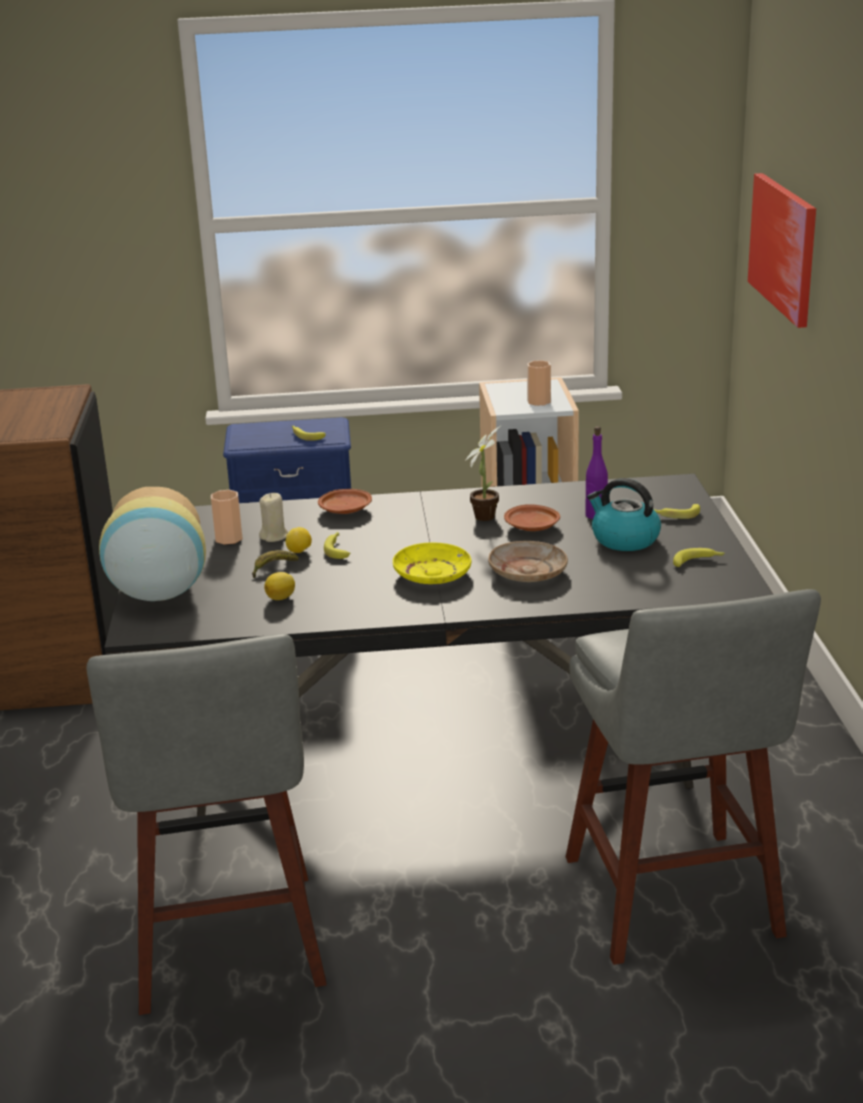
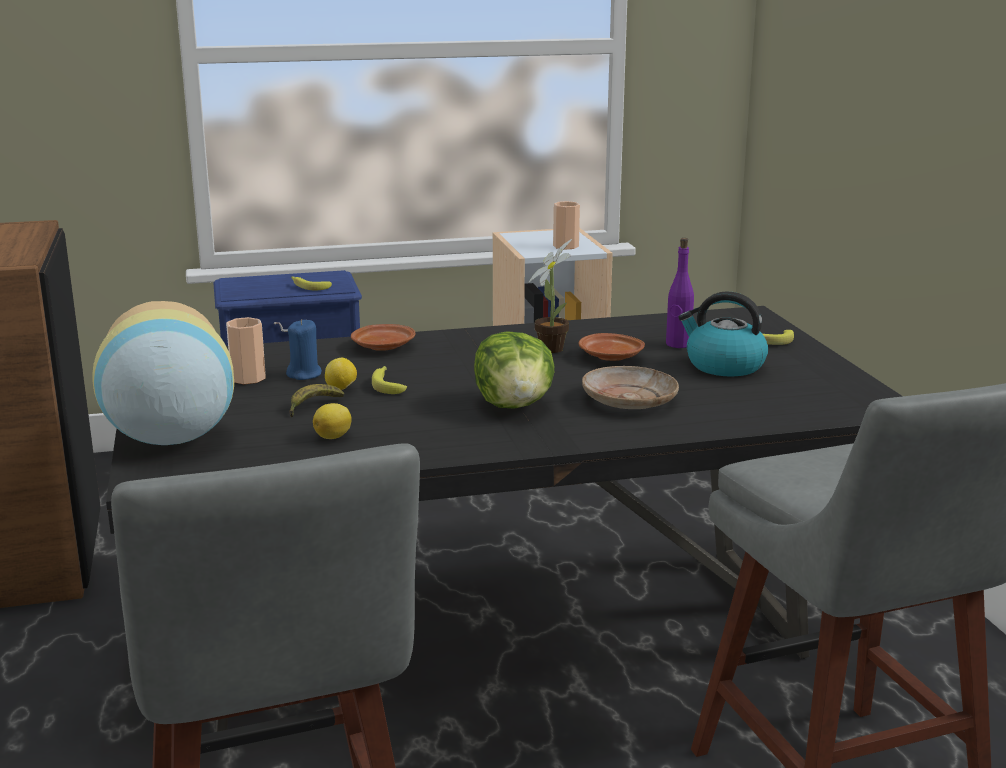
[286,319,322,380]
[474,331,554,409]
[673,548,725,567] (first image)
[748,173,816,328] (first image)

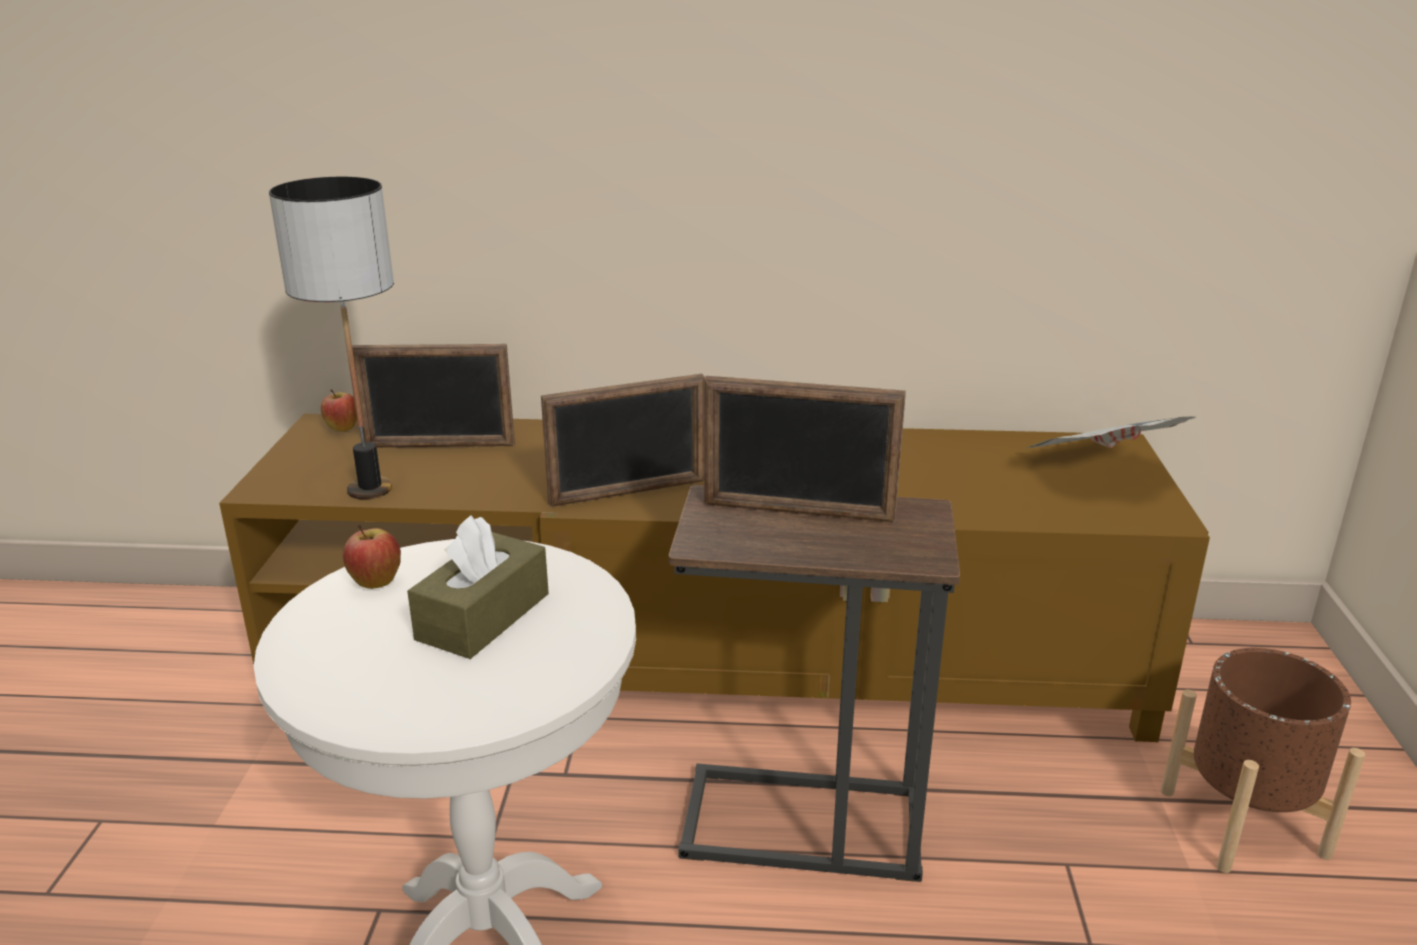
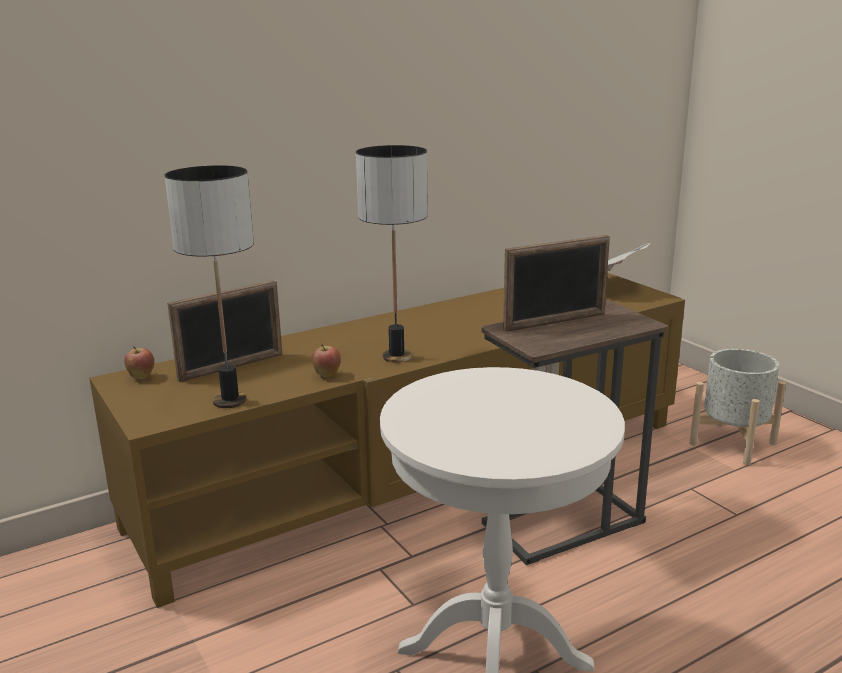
[312,344,341,377]
[407,515,549,659] (first image)
[356,145,428,363]
[689,349,786,466]

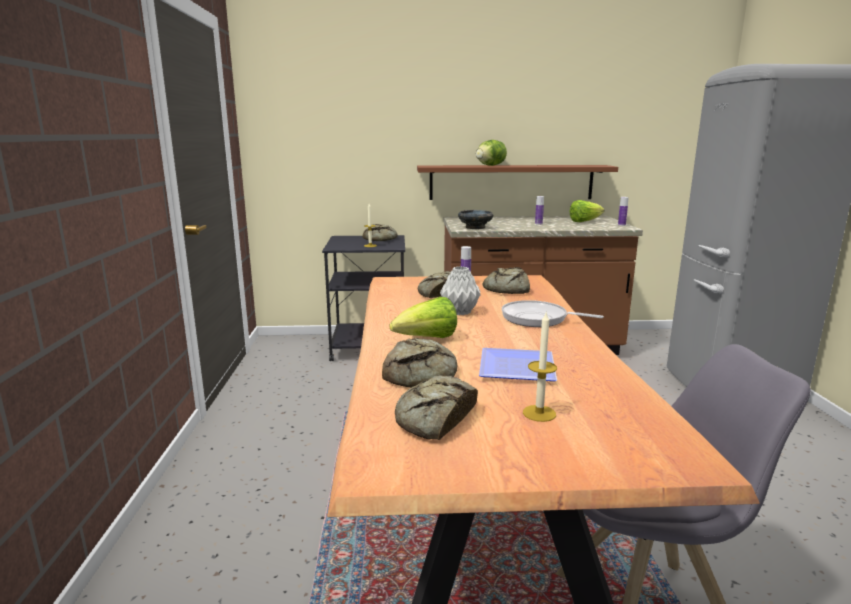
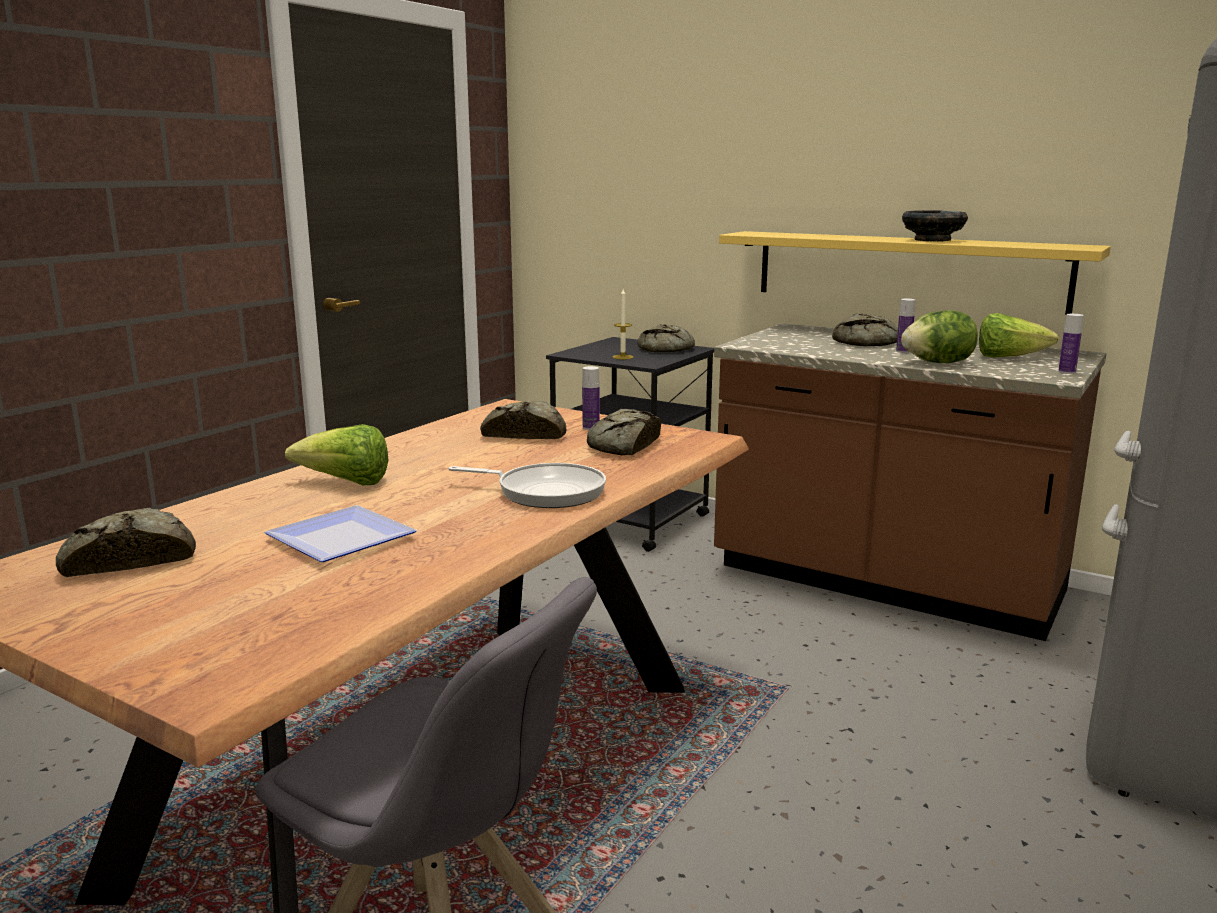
[832,313,898,347]
[719,231,1111,315]
[440,266,481,315] (first image)
[902,210,968,242]
[901,310,978,363]
[448,463,606,508]
[523,313,557,422] (first image)

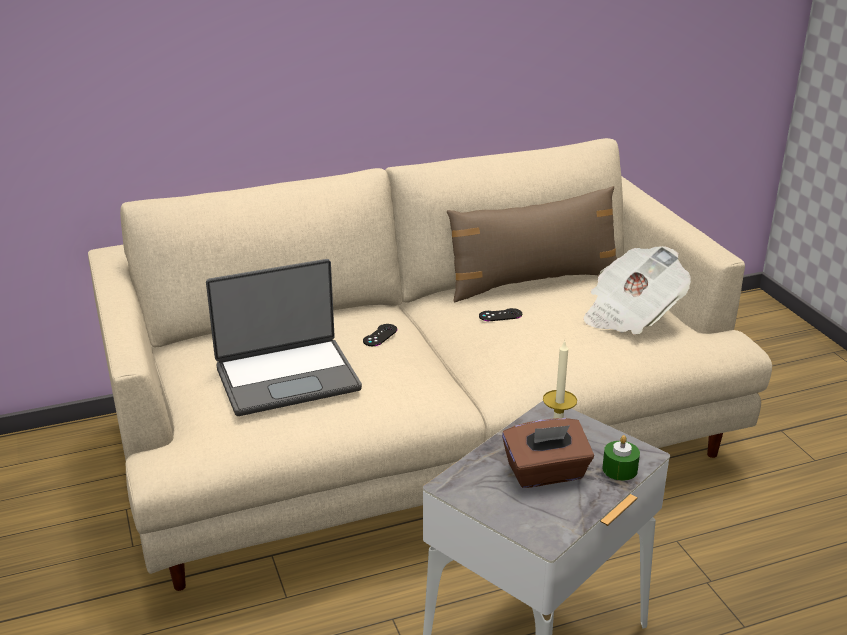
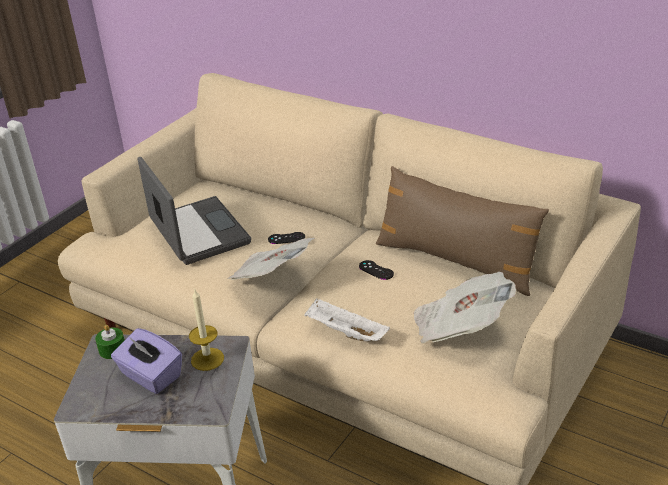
[138,157,251,265]
[111,328,182,394]
[95,325,125,359]
[227,238,314,280]
[304,298,390,341]

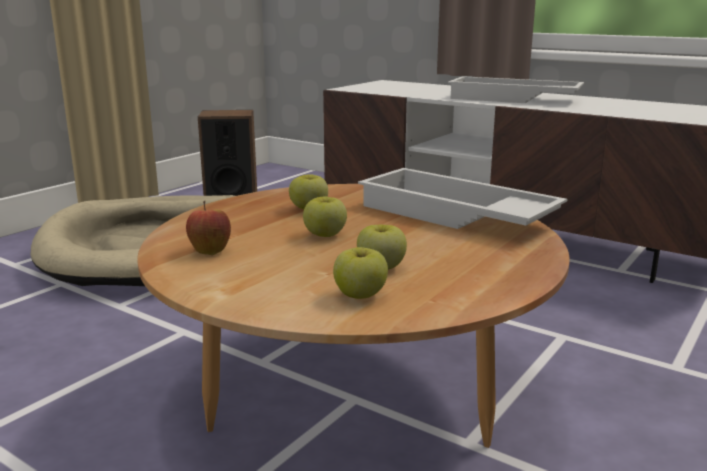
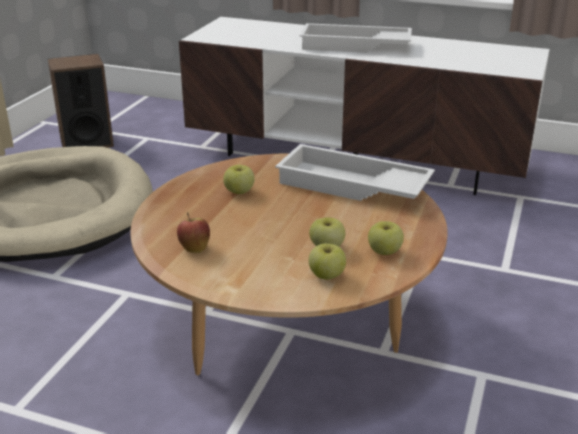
[368,221,404,255]

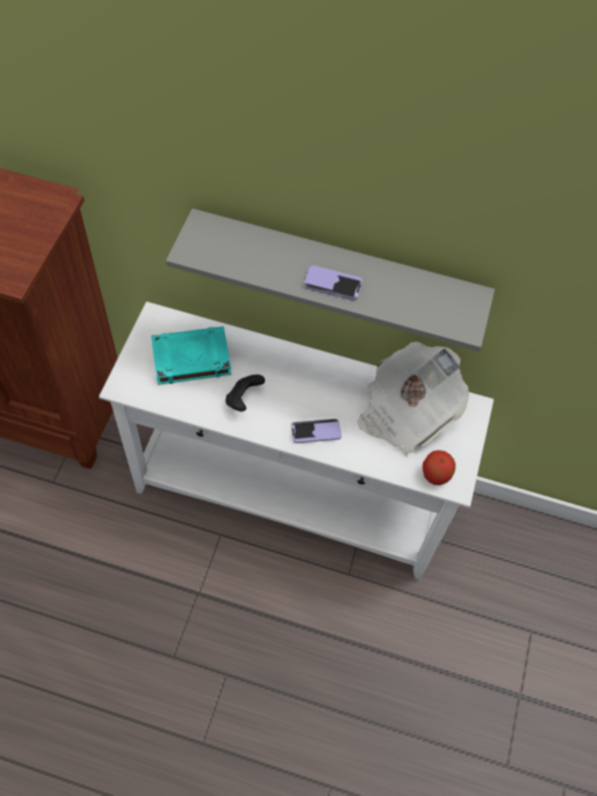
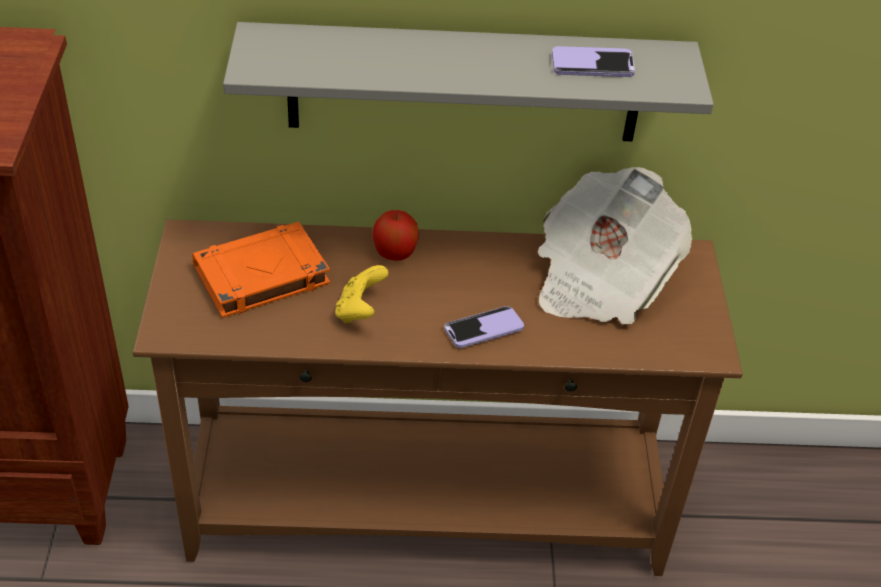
[133,219,743,576]
[192,222,330,318]
[335,265,389,323]
[552,46,635,77]
[372,210,419,261]

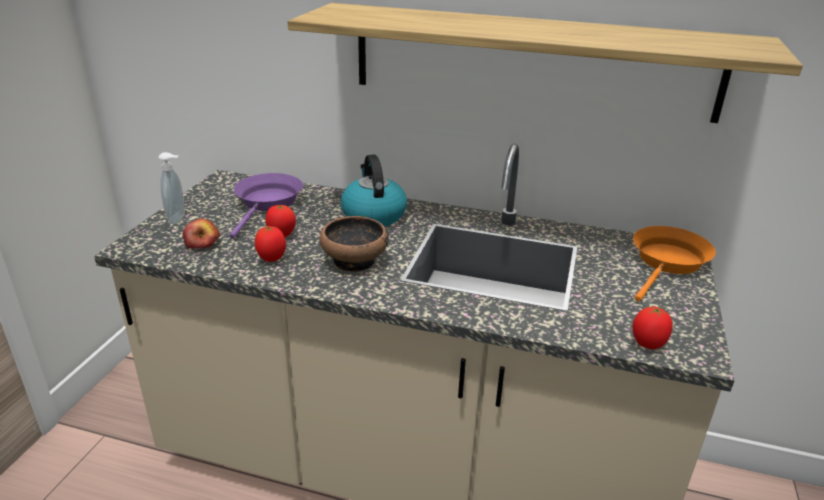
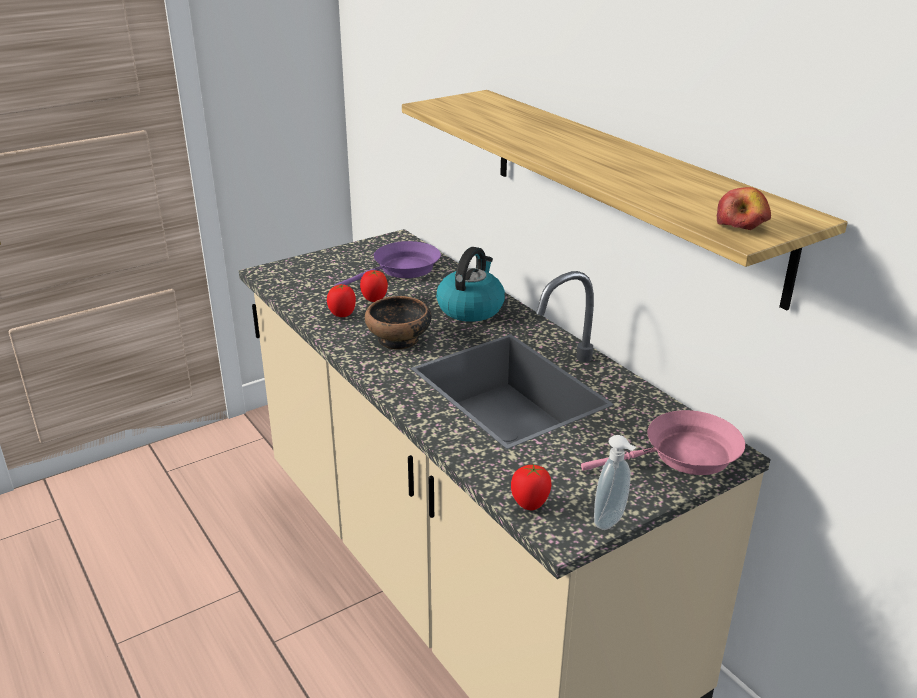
[594,435,636,530]
[717,187,771,230]
[581,410,745,475]

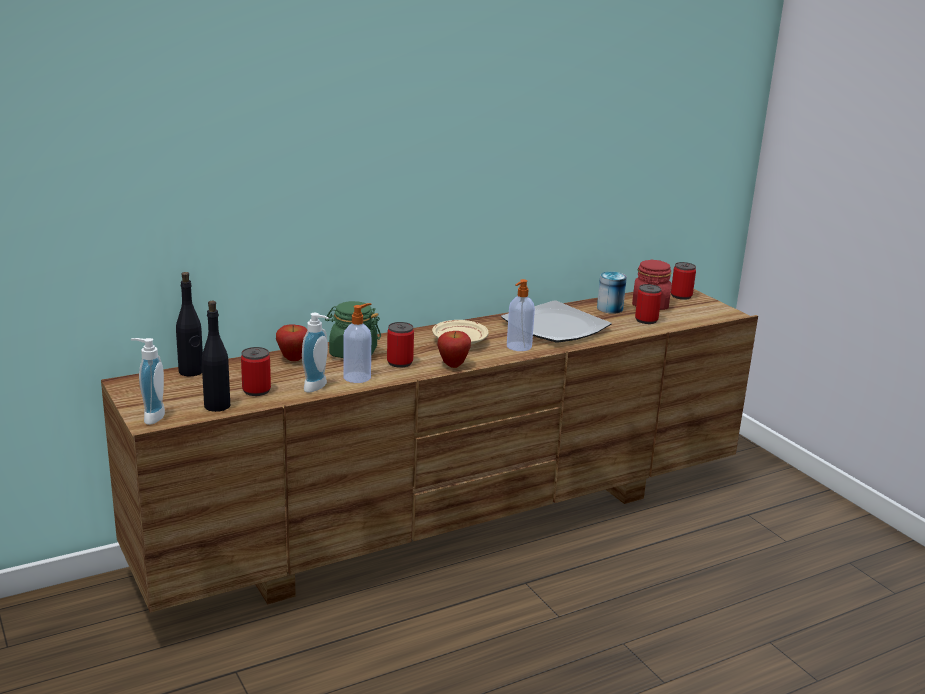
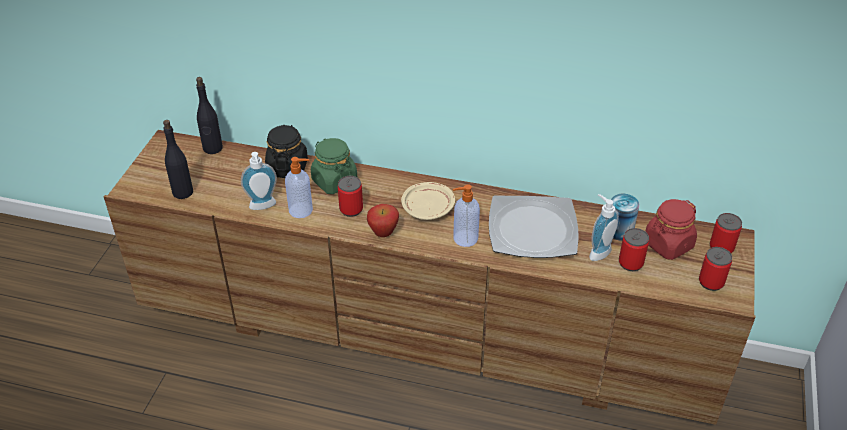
[589,194,619,261]
[699,247,732,291]
[265,125,308,178]

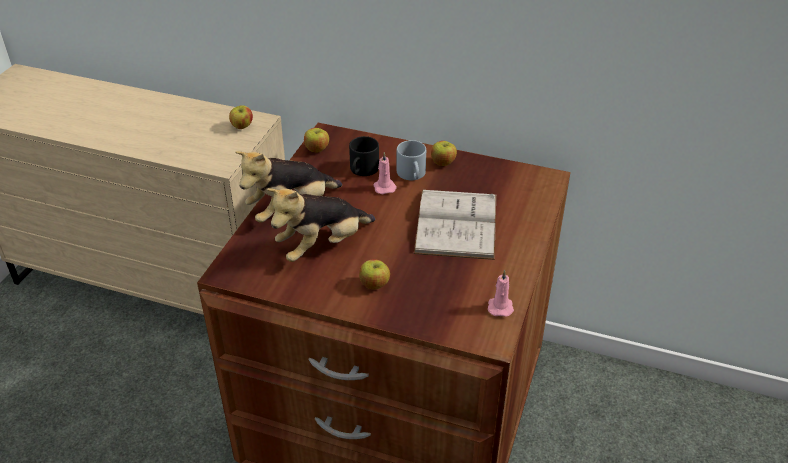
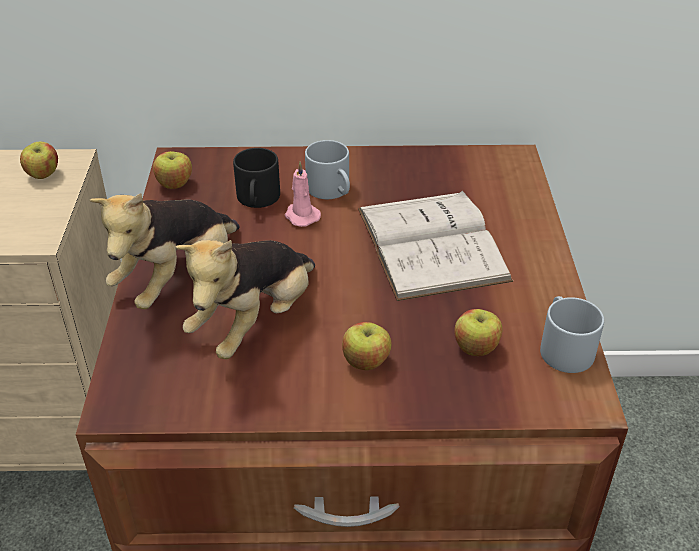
[454,309,503,356]
[540,296,604,373]

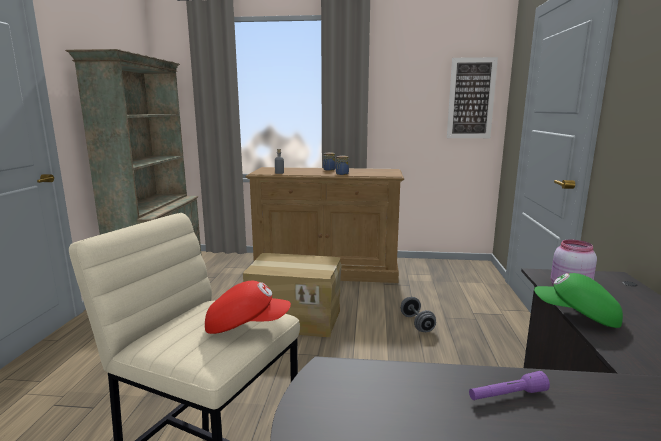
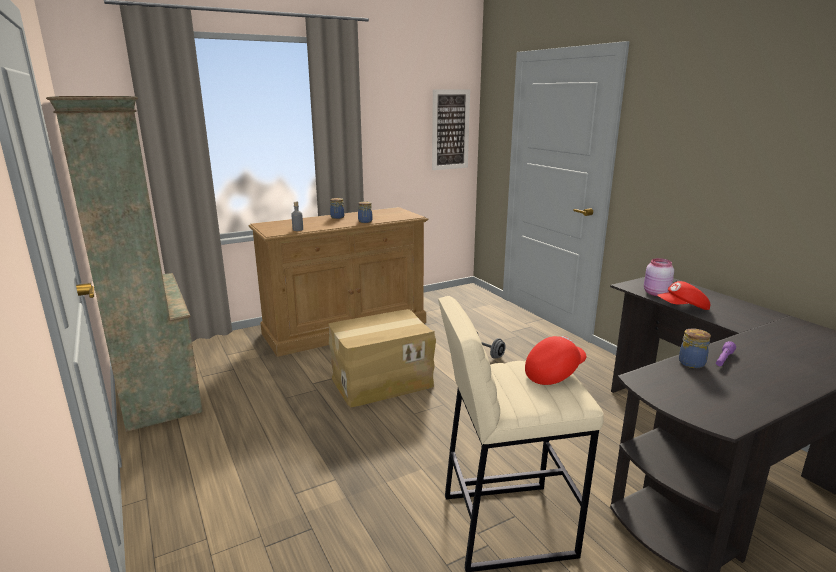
[658,281,710,310]
[679,328,711,368]

